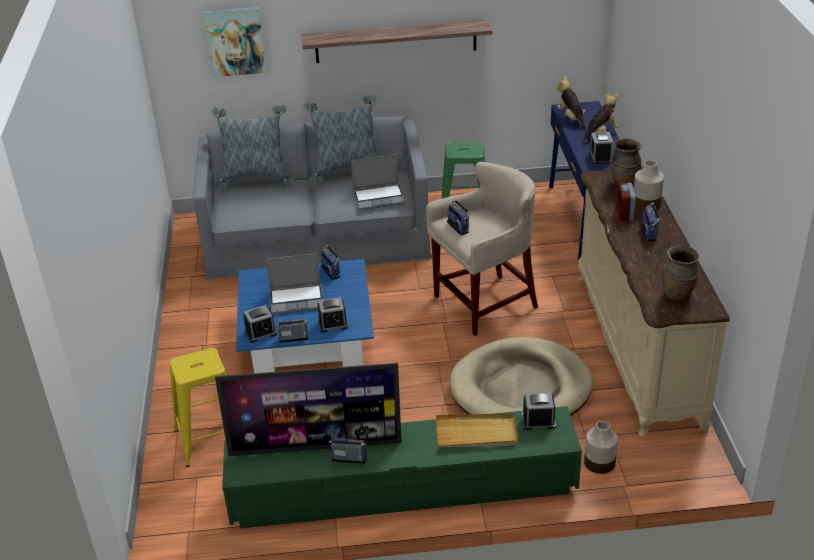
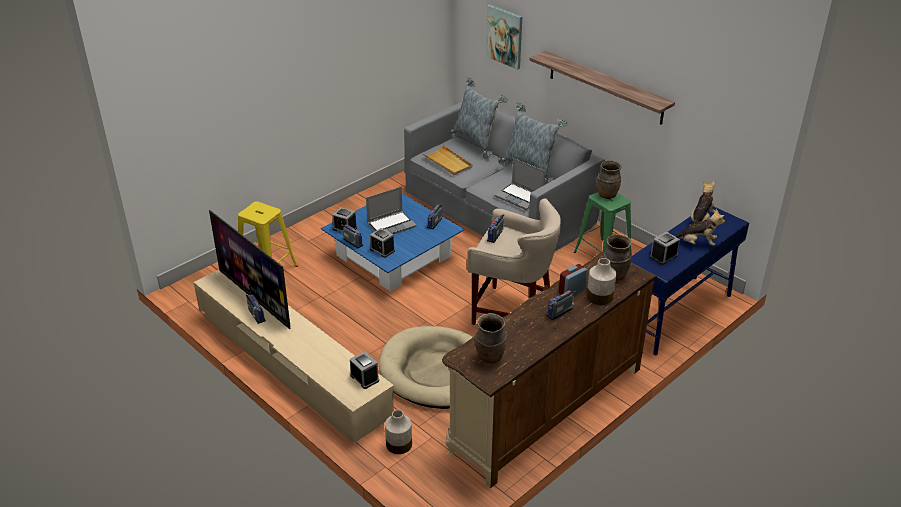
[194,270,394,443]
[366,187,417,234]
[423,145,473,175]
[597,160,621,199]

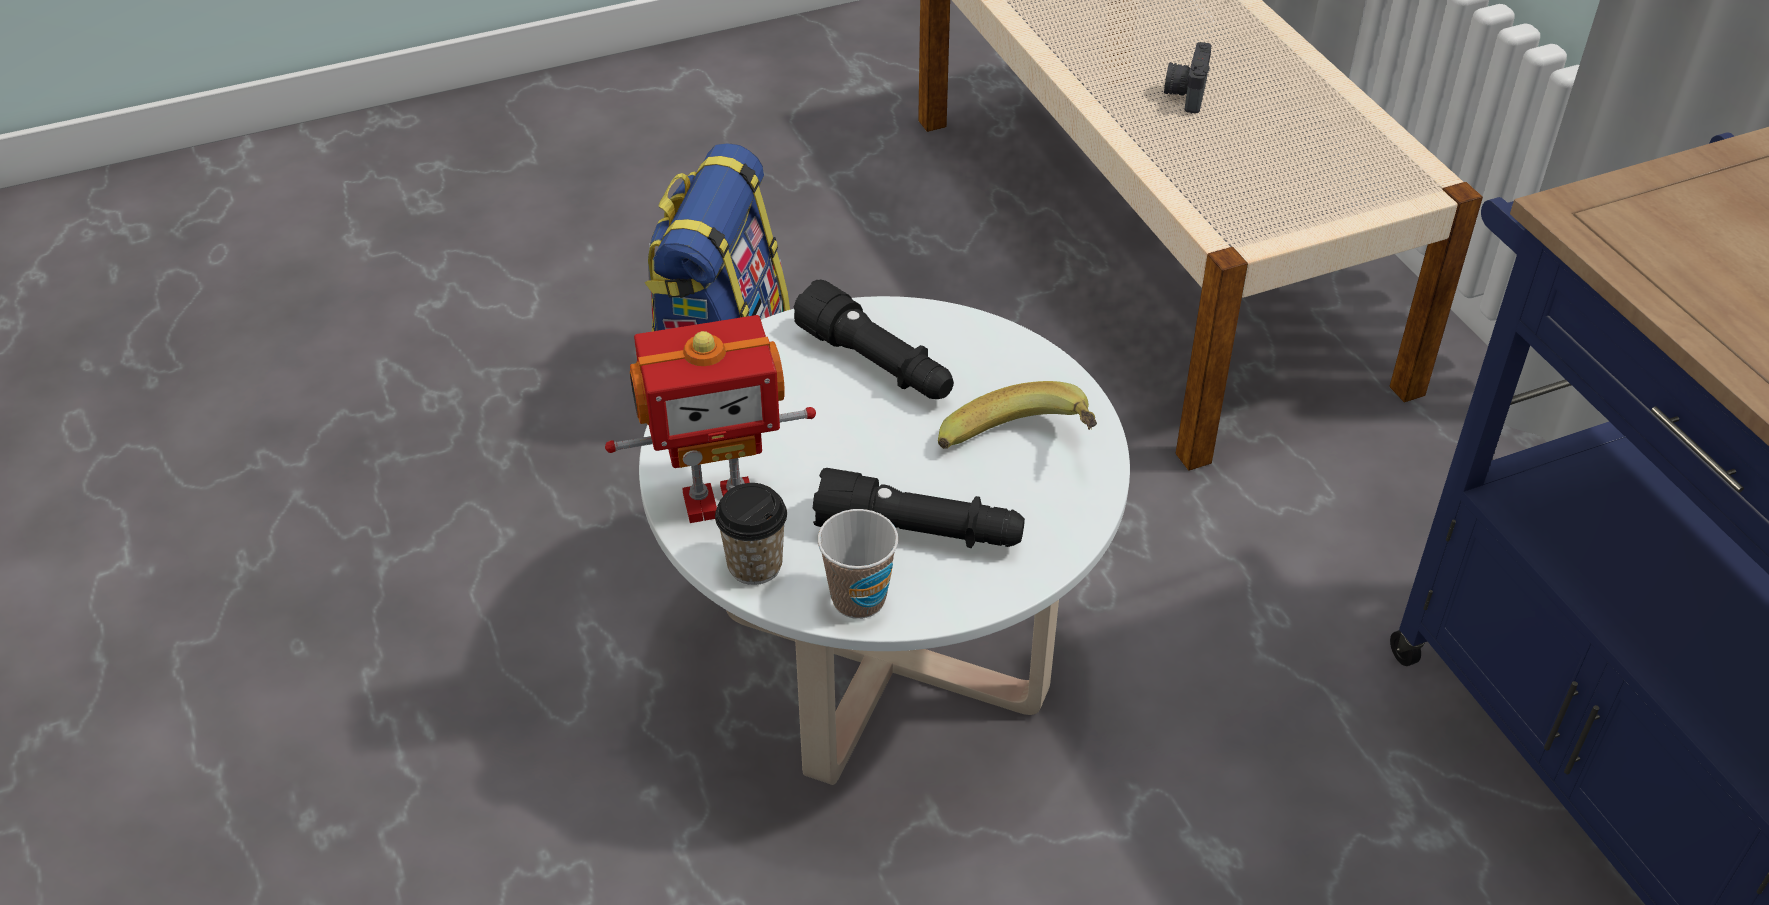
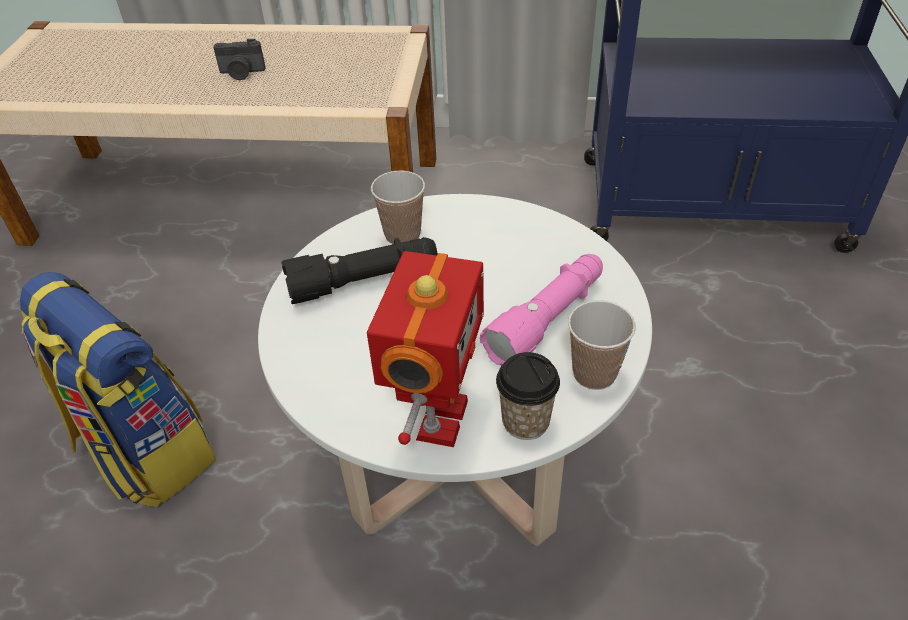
[480,254,603,365]
[938,381,1097,449] (first image)
[213,39,266,80]
[371,171,425,244]

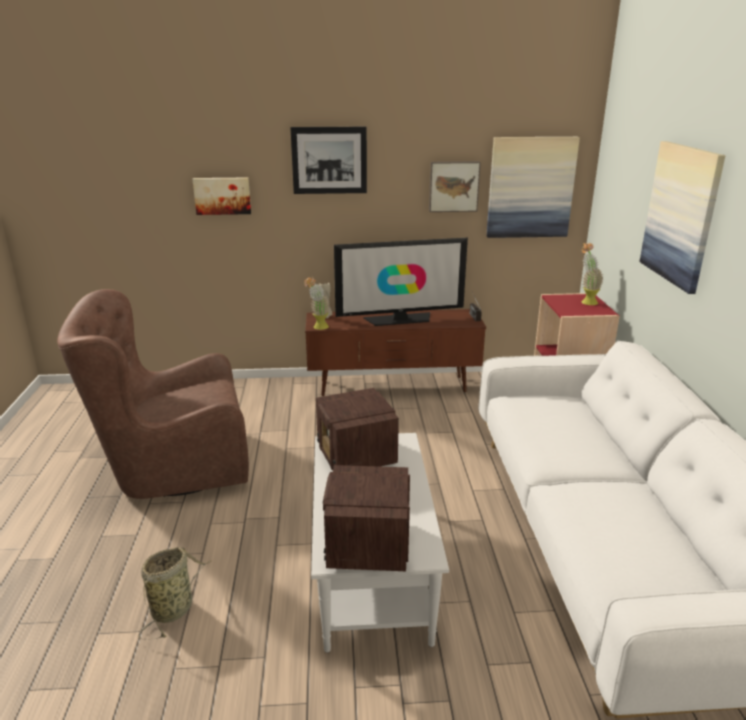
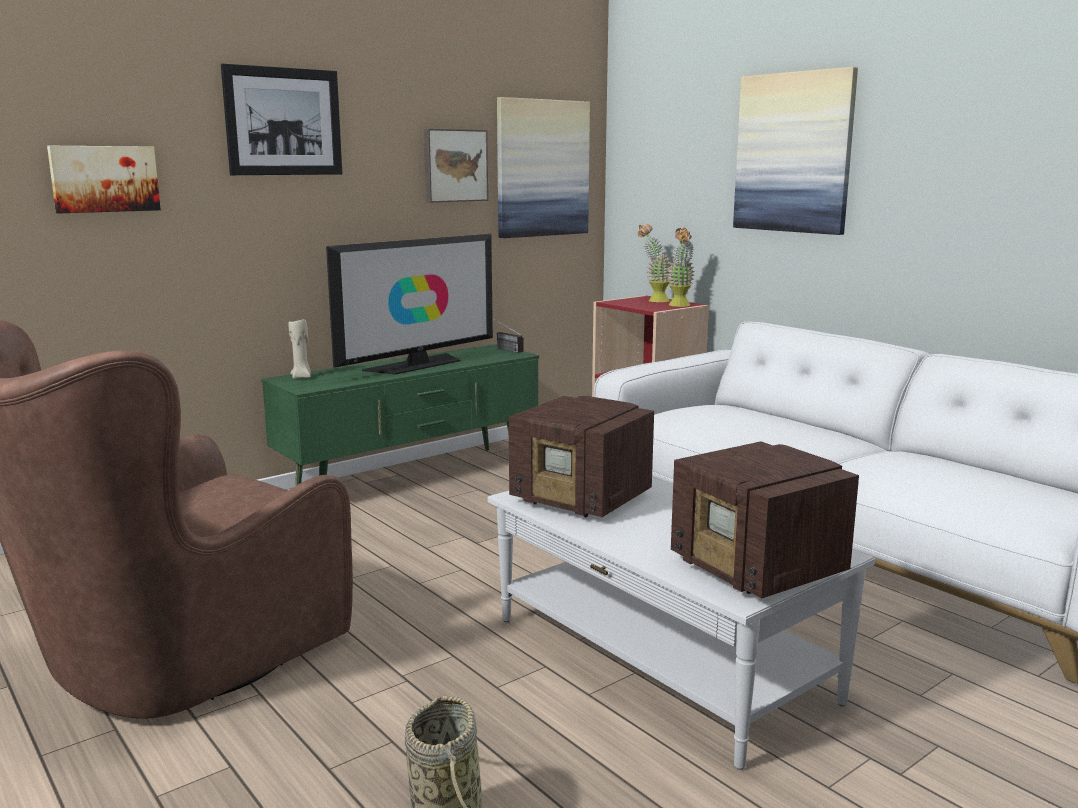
[666,228,695,307]
[261,344,539,486]

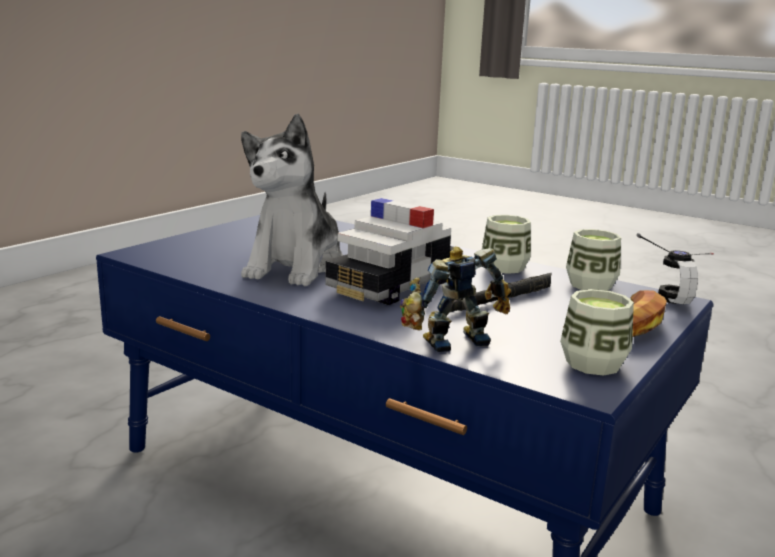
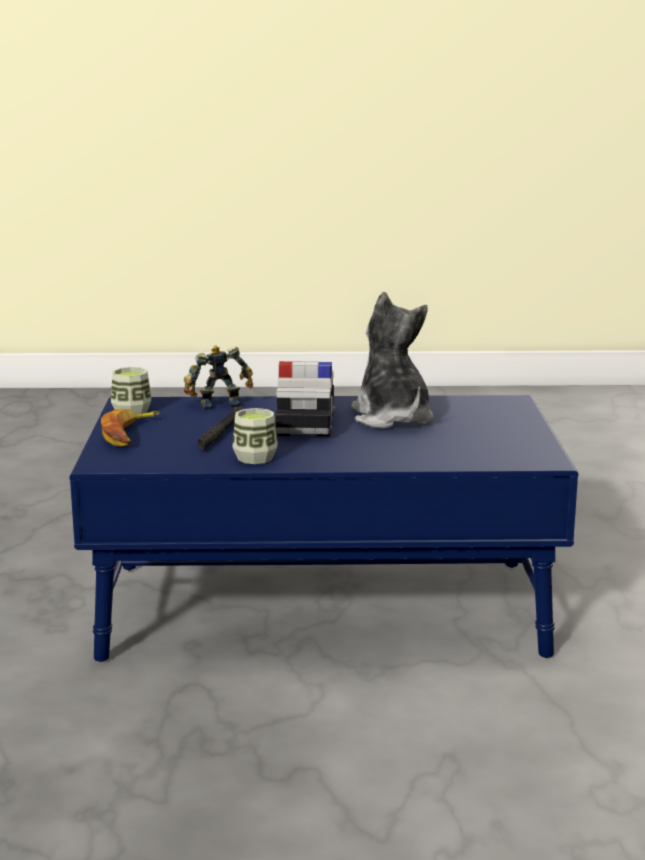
[184,345,253,410]
[566,229,621,291] (first image)
[637,233,714,304] (first image)

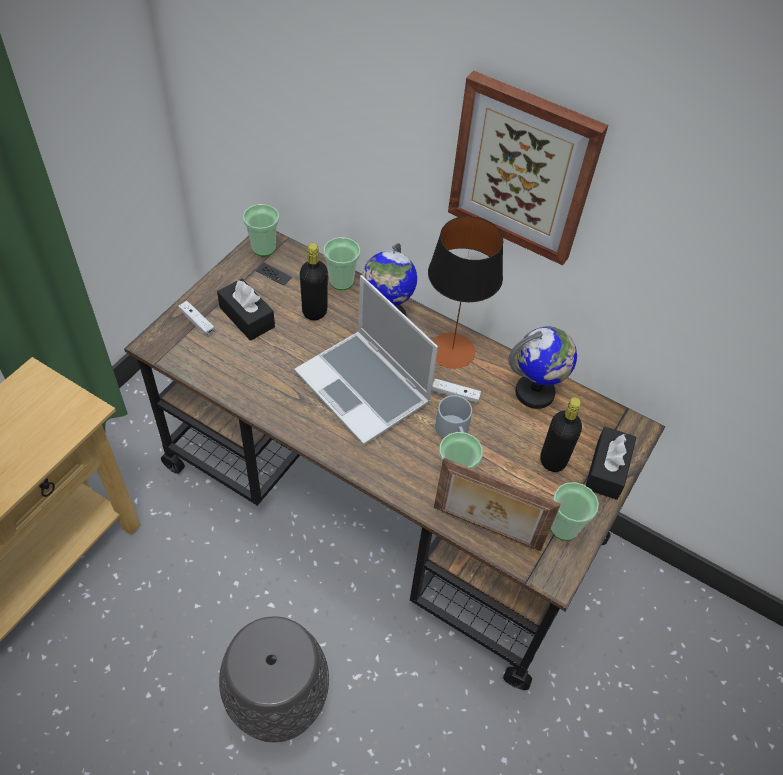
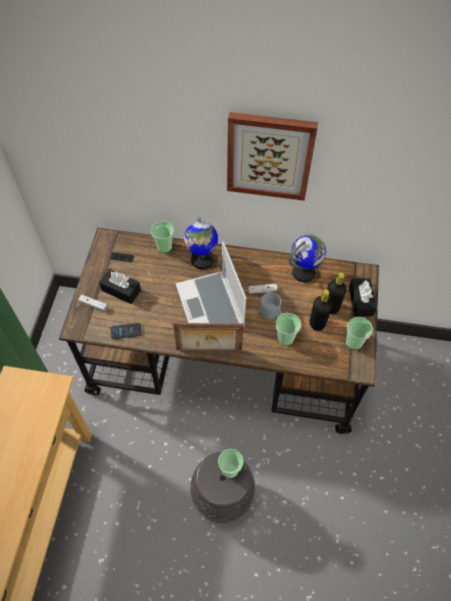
[218,449,244,478]
[176,241,246,327]
[310,289,332,331]
[428,216,503,369] (first image)
[173,323,244,351]
[111,323,142,339]

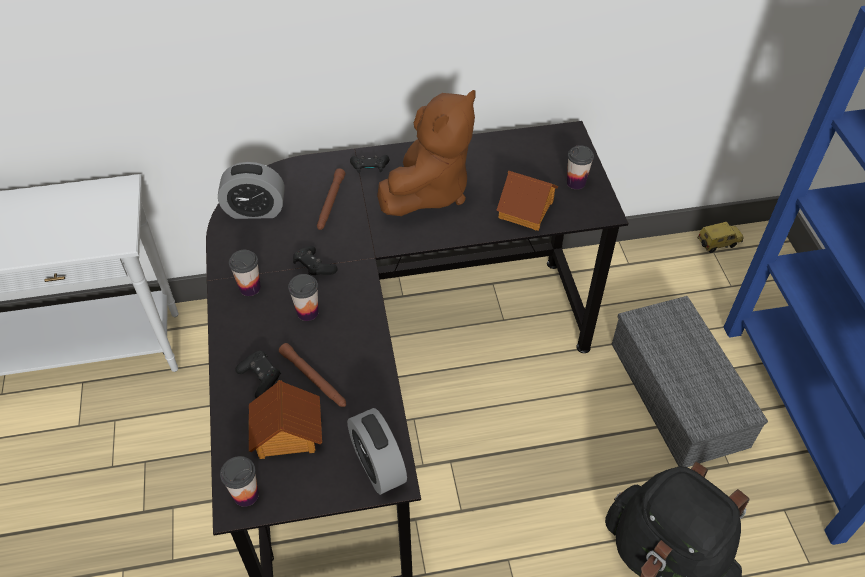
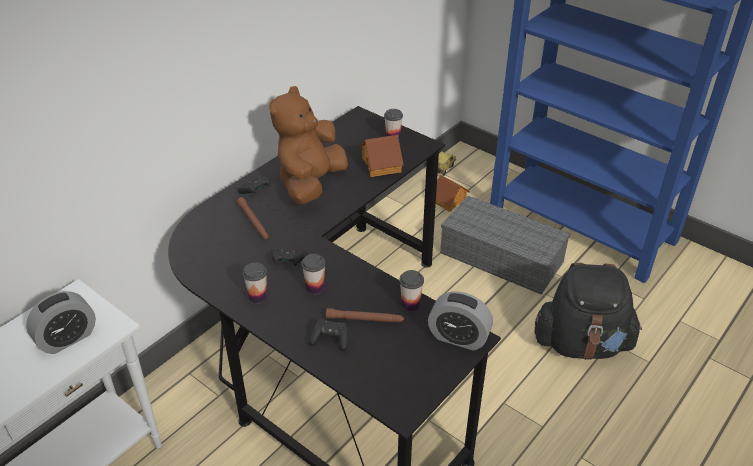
[26,291,96,354]
[399,270,424,311]
[436,175,470,212]
[269,86,348,205]

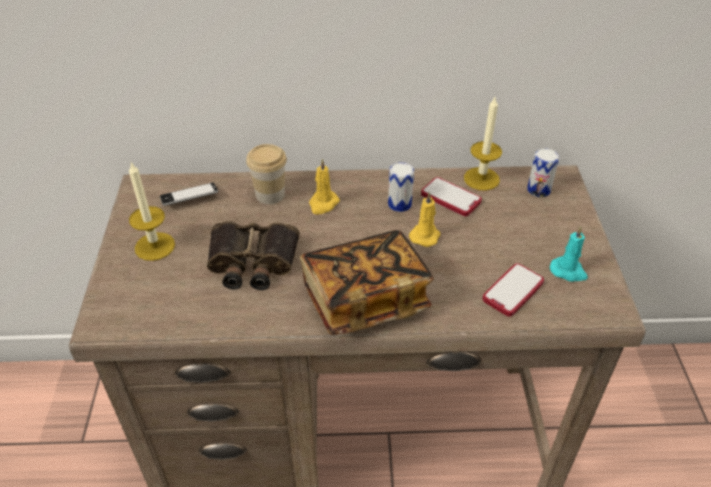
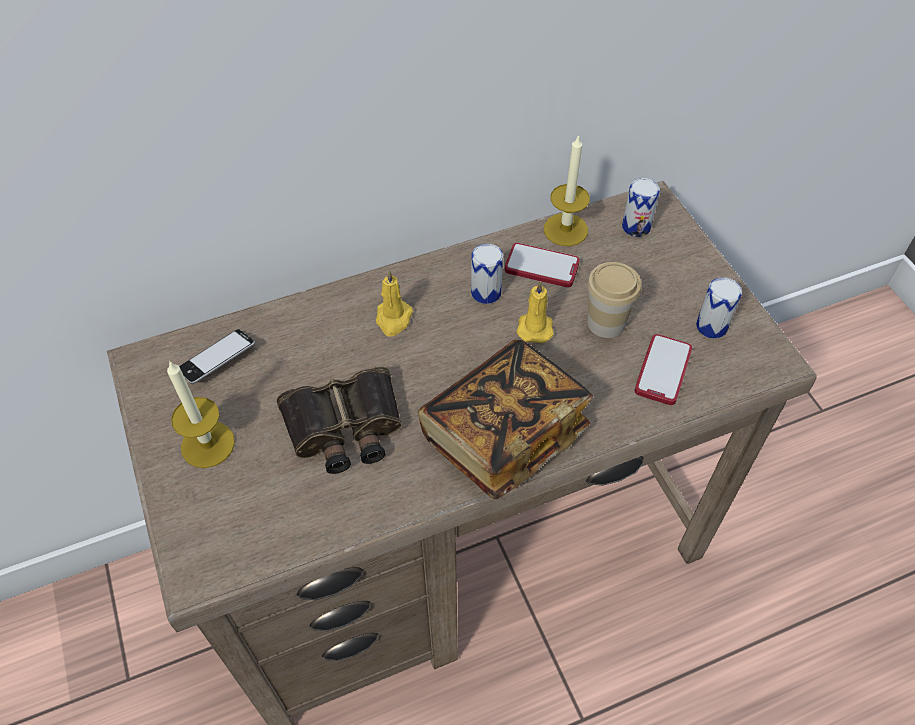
[587,262,641,338]
[696,277,742,338]

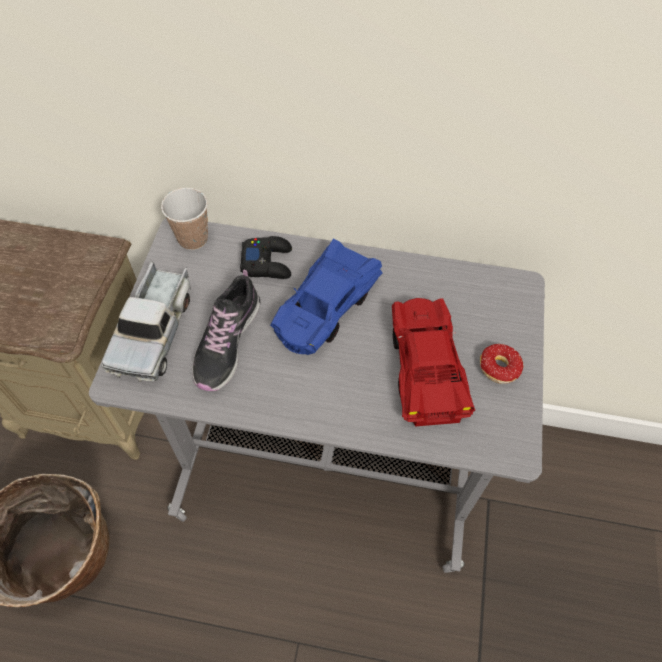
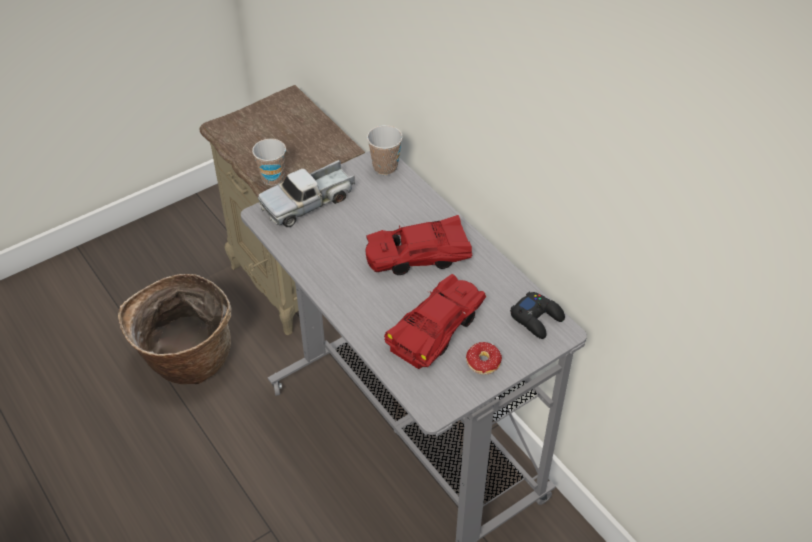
[192,269,260,391] (first image)
[510,292,565,339]
[366,215,472,275]
[252,139,286,185]

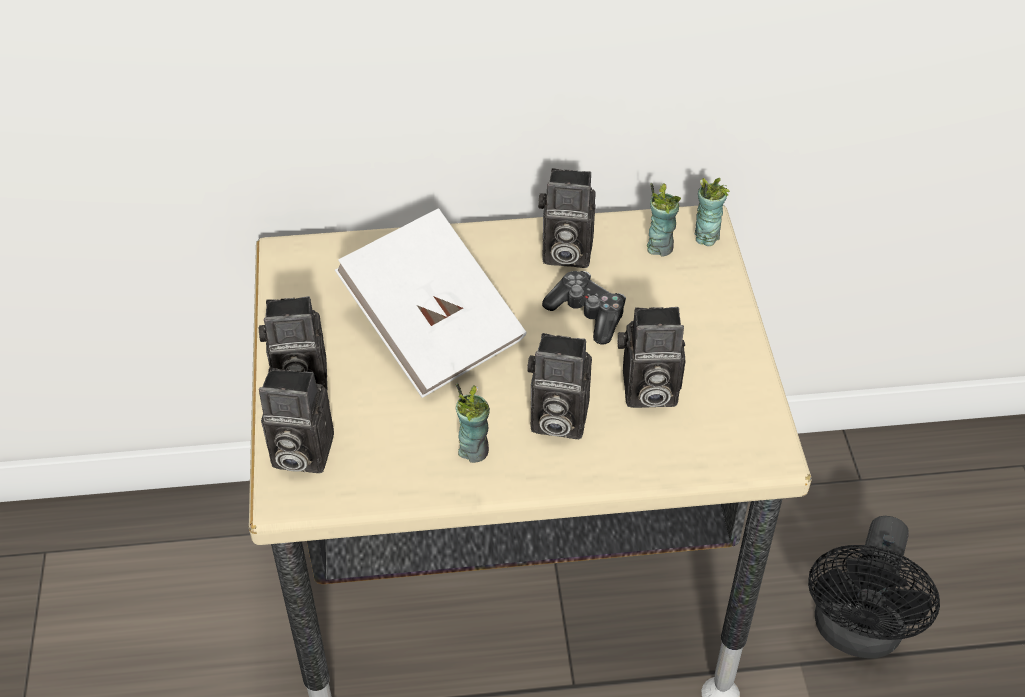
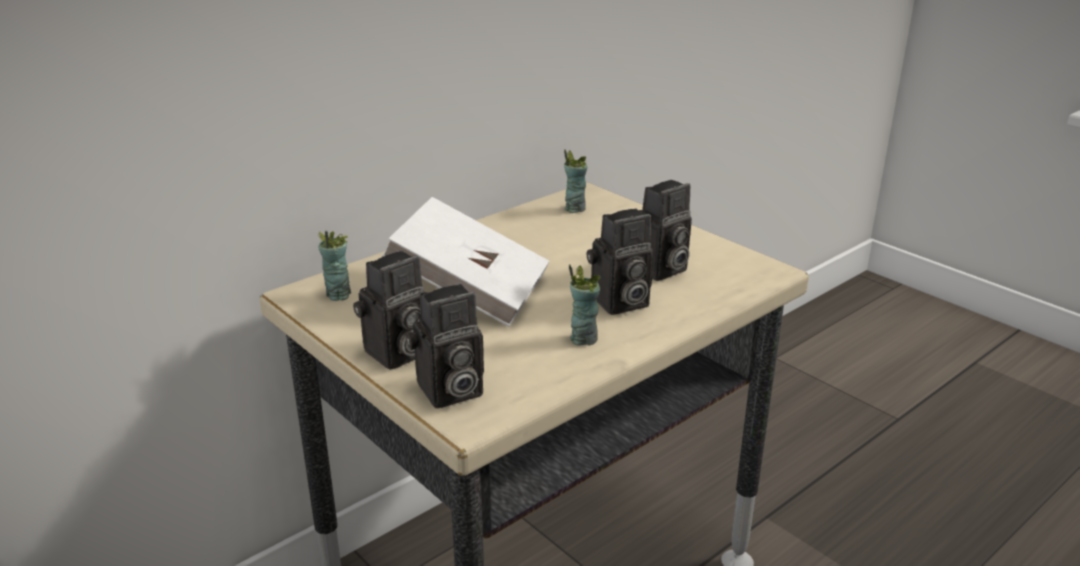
[538,168,596,268] (first image)
[542,271,626,345] (first image)
[318,231,351,301]
[808,516,940,658] (first image)

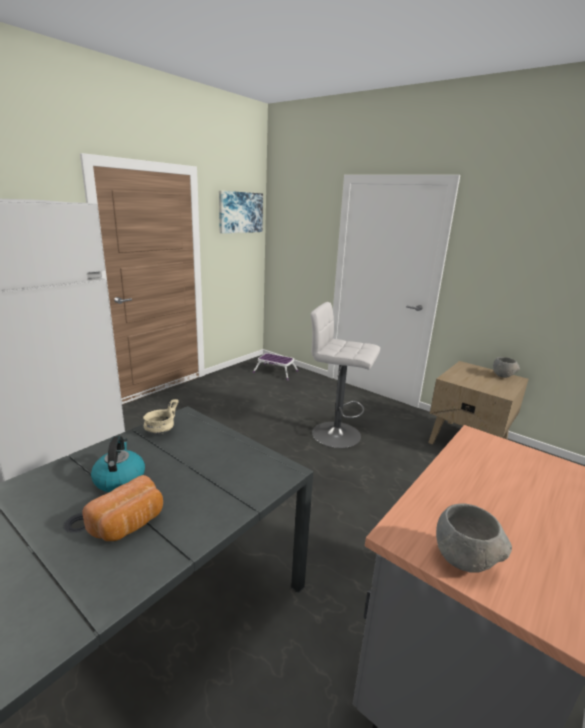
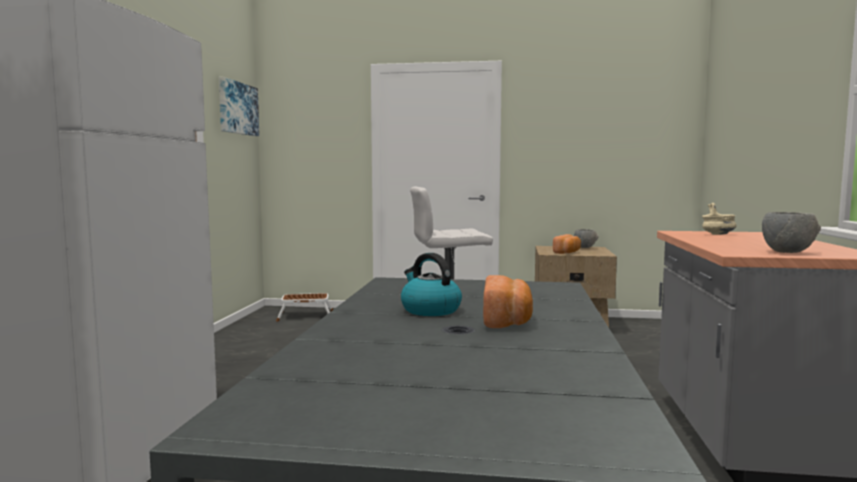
[702,203,737,235]
[276,293,333,321]
[553,234,581,254]

